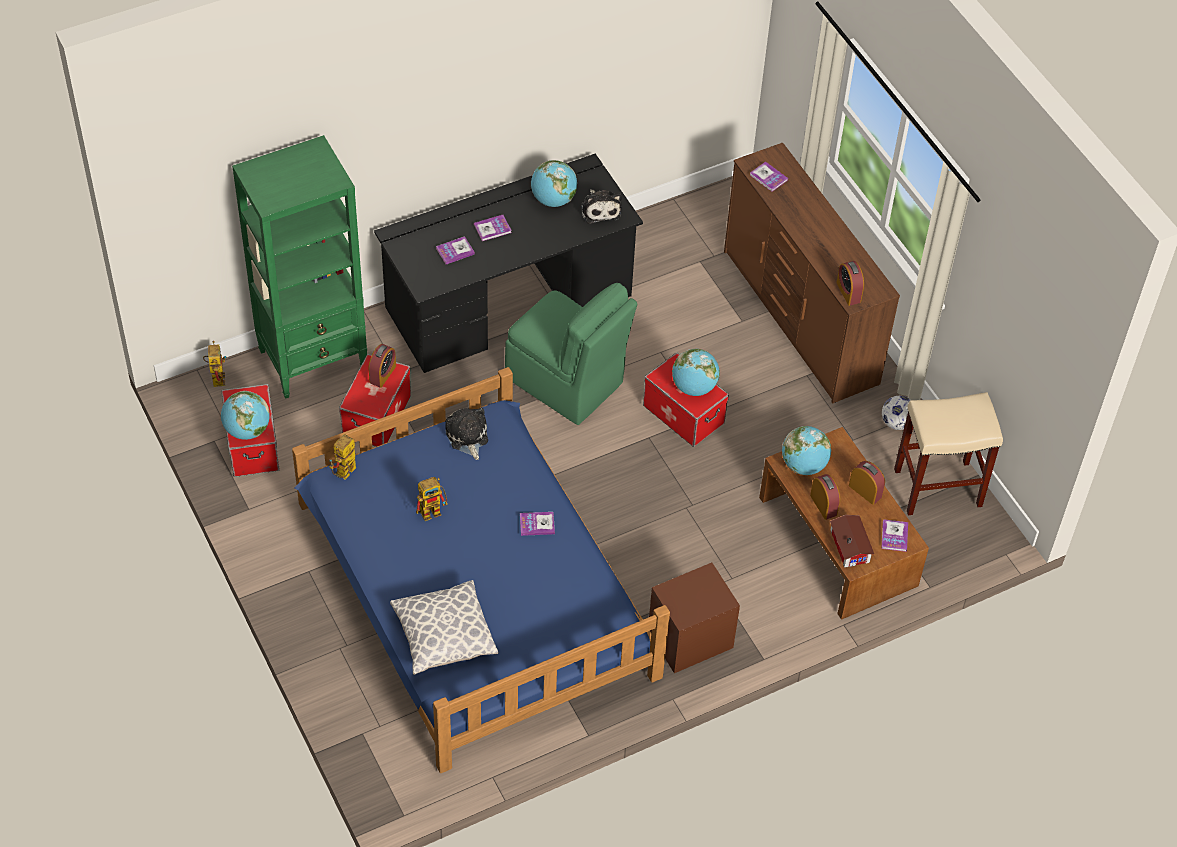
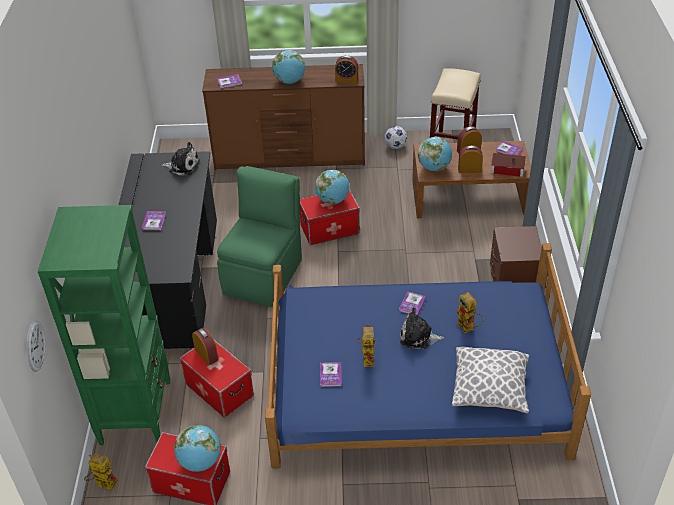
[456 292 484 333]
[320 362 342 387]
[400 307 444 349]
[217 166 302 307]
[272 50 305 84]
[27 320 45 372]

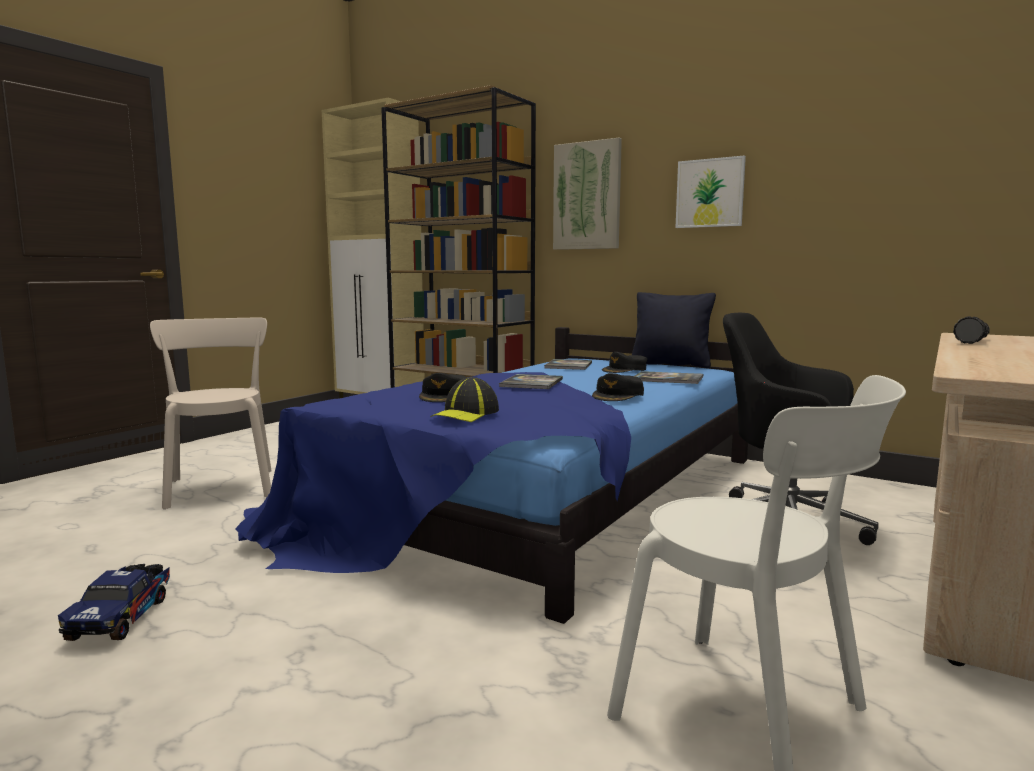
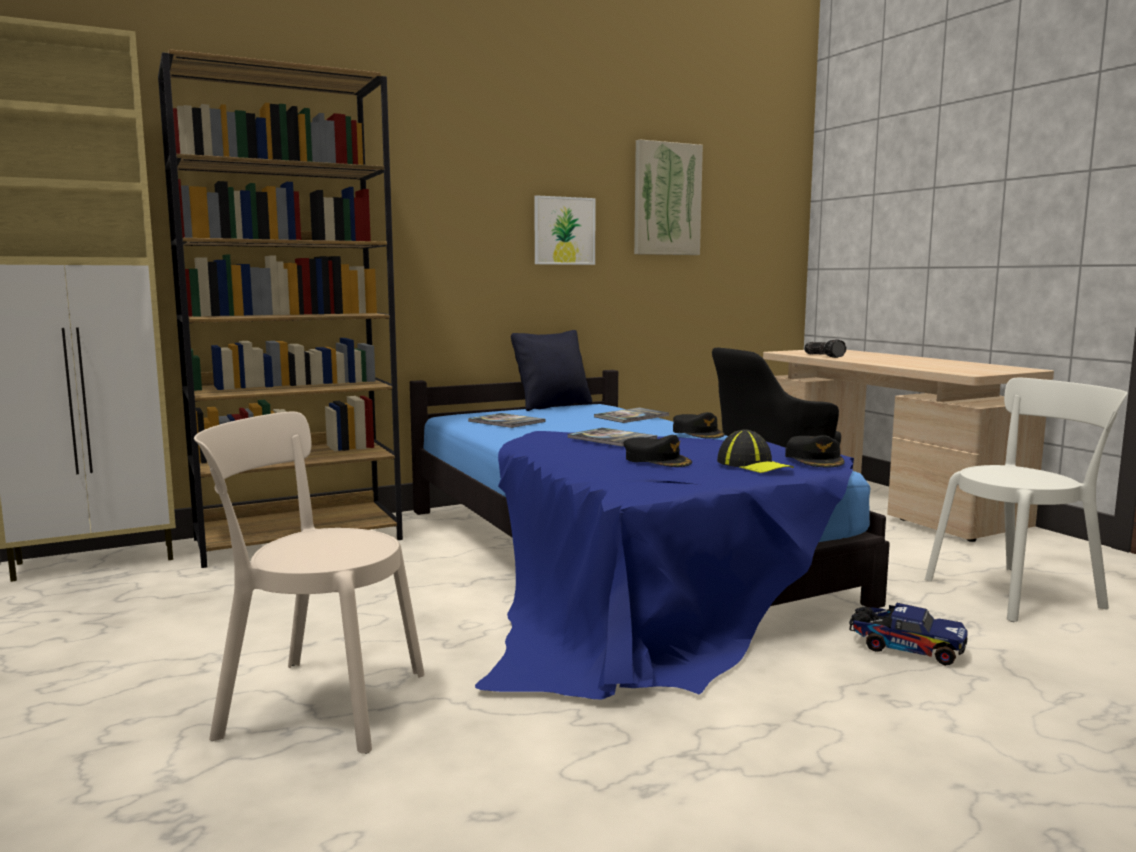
[849 603 968 666]
[634 139 703 255]
[785 435 845 467]

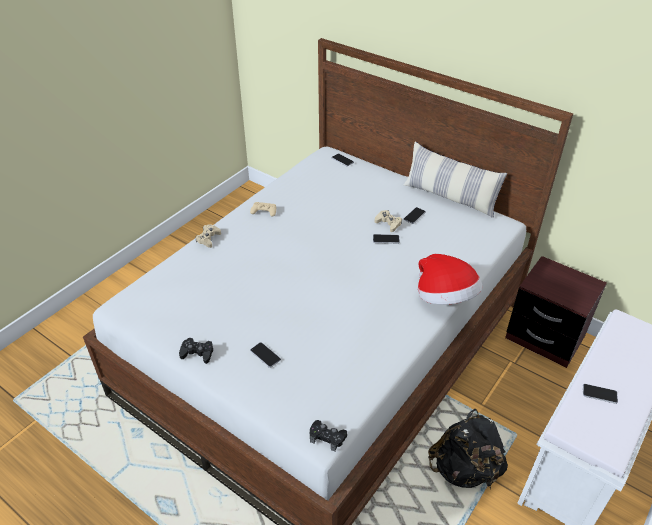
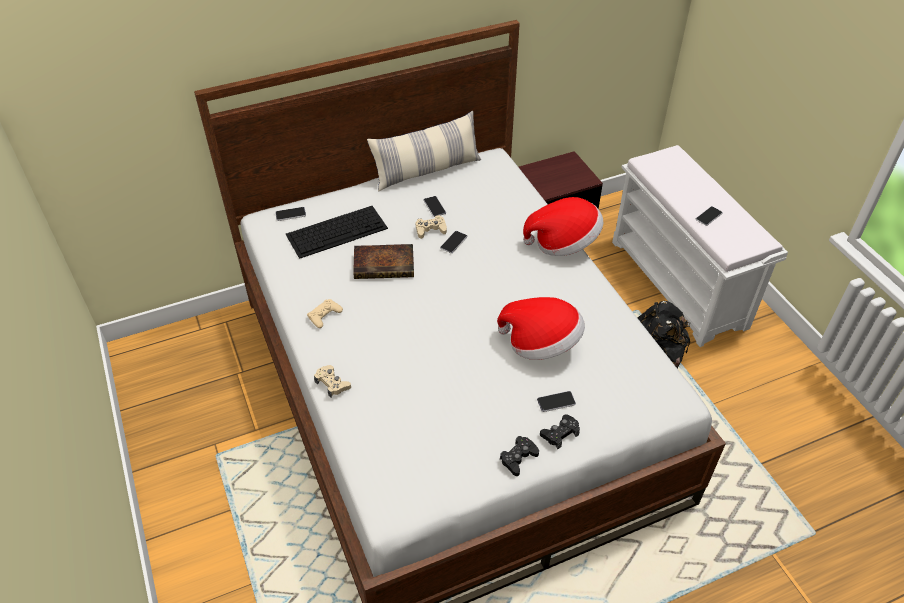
[540 414 580 449]
[286 206 388 259]
[353 244 414 279]
[497 297 585 360]

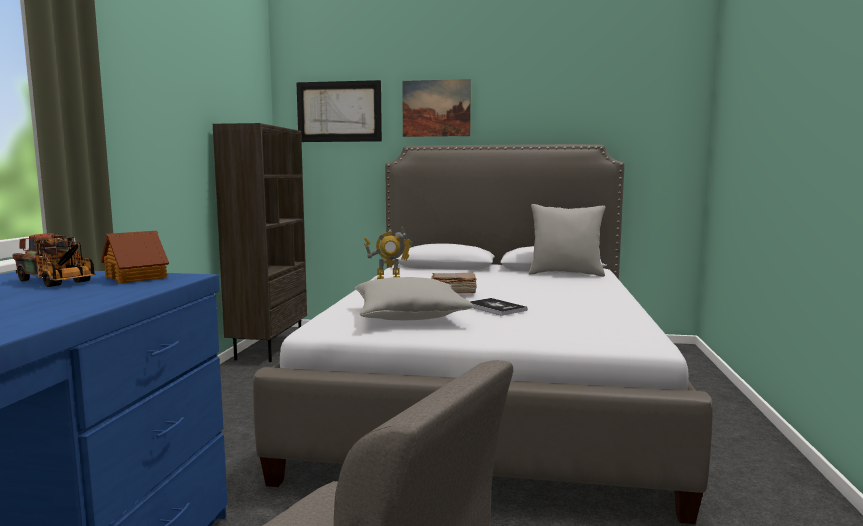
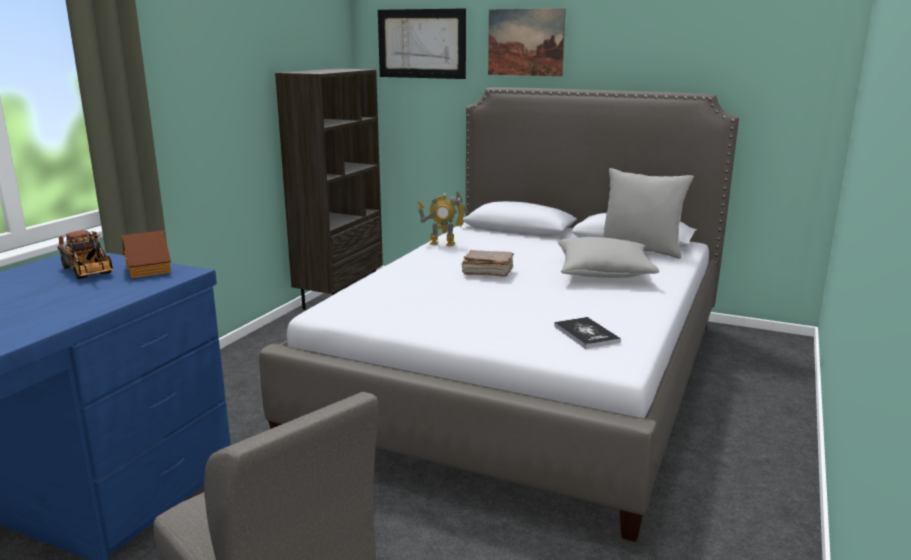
[558 237 660 278]
[554 317 621 349]

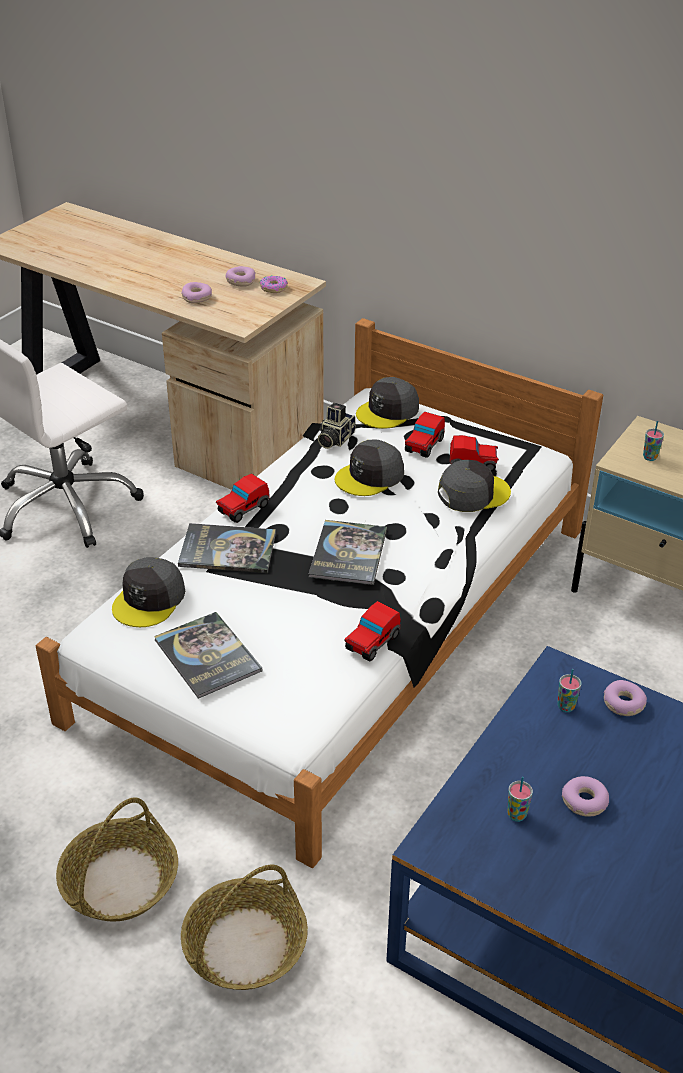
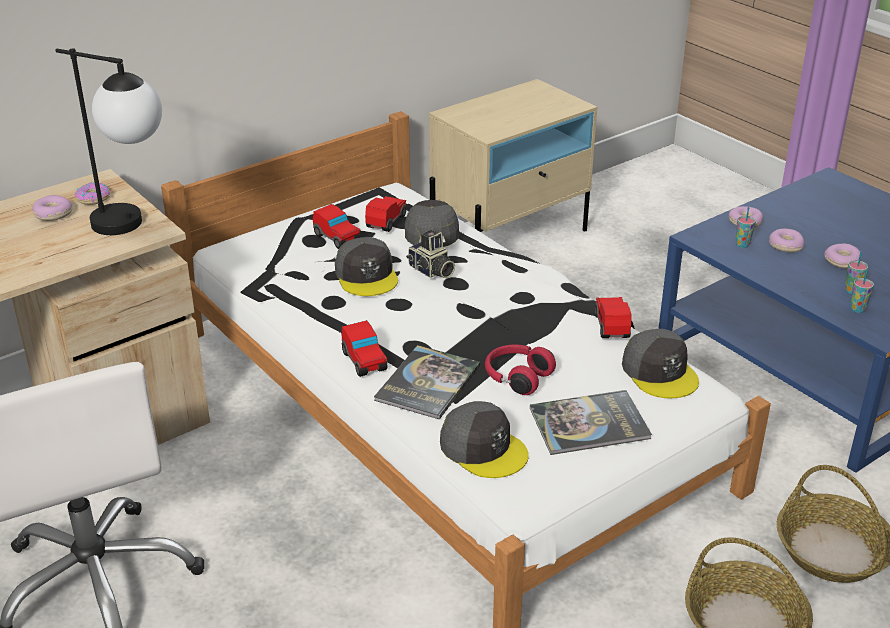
[769 229 804 252]
[309 520 387 585] (first image)
[406 230 455 278]
[595 297 632 338]
[622 329 699 398]
[850 269 874 313]
[55 48 162 235]
[485 345 556 395]

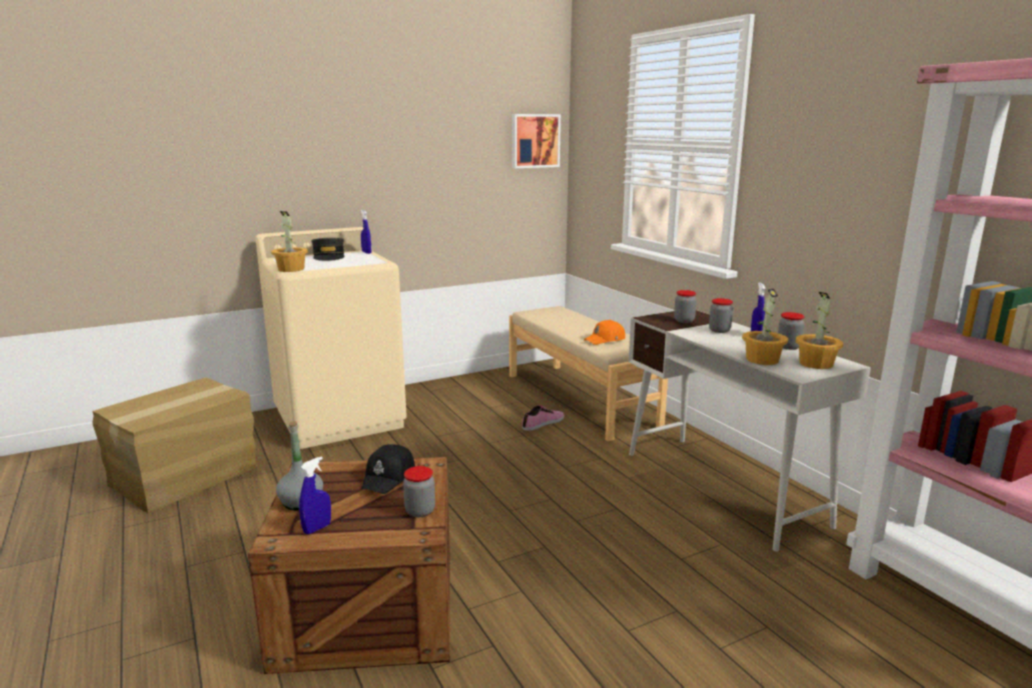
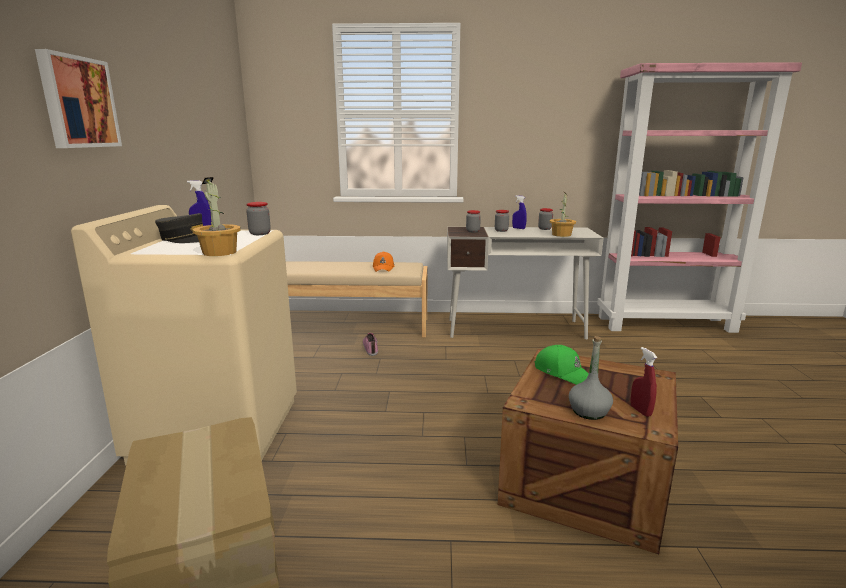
[631 347 657 417]
[535 345 589 385]
[246 202 271 235]
[35 49 122 148]
[796 292 843 369] (first image)

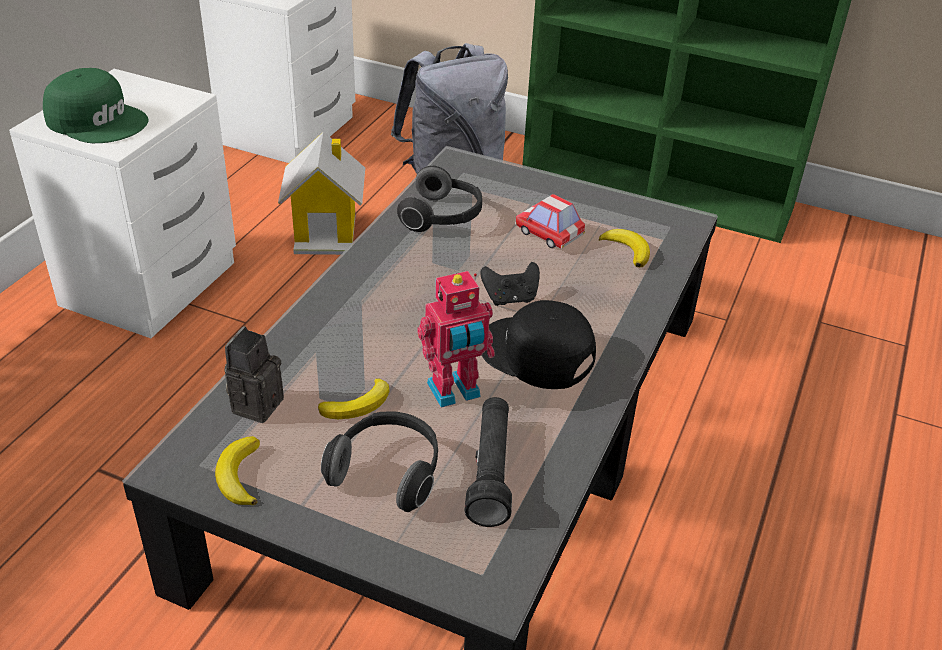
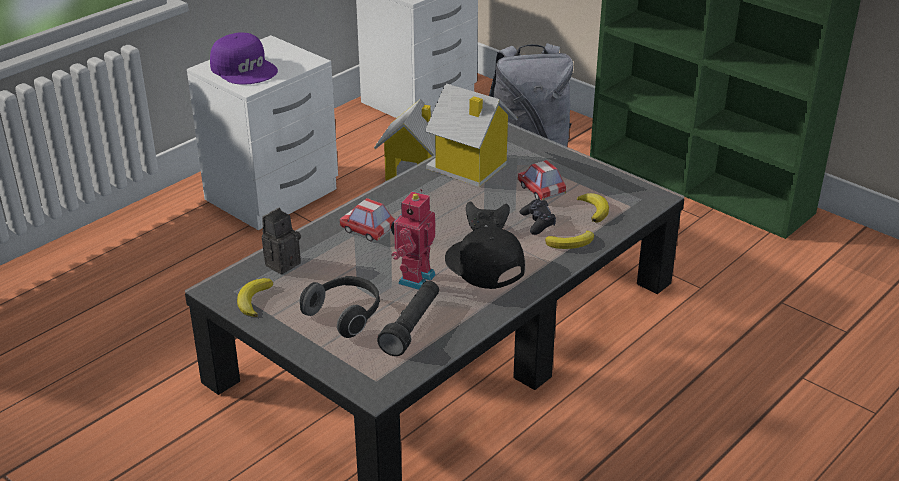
[210 33 278 85]
[545 231 594 249]
[425 83 518 187]
[391 189 436 290]
[339 198 395 242]
[520 199 556 235]

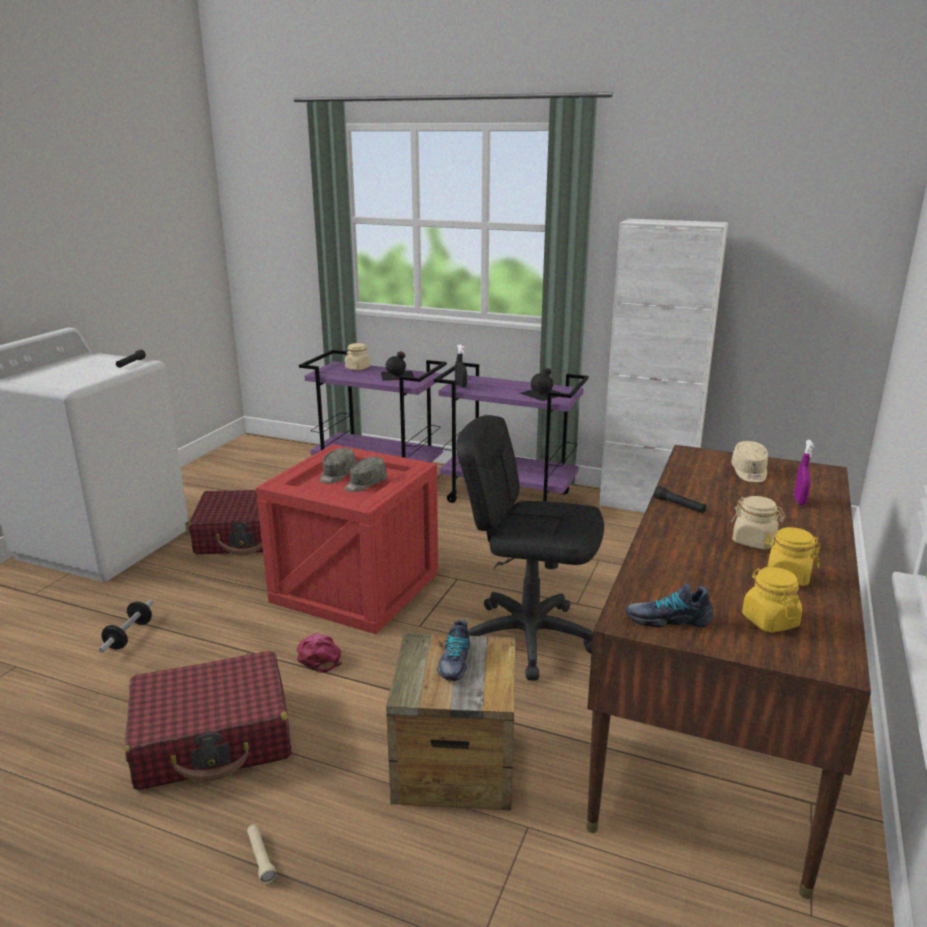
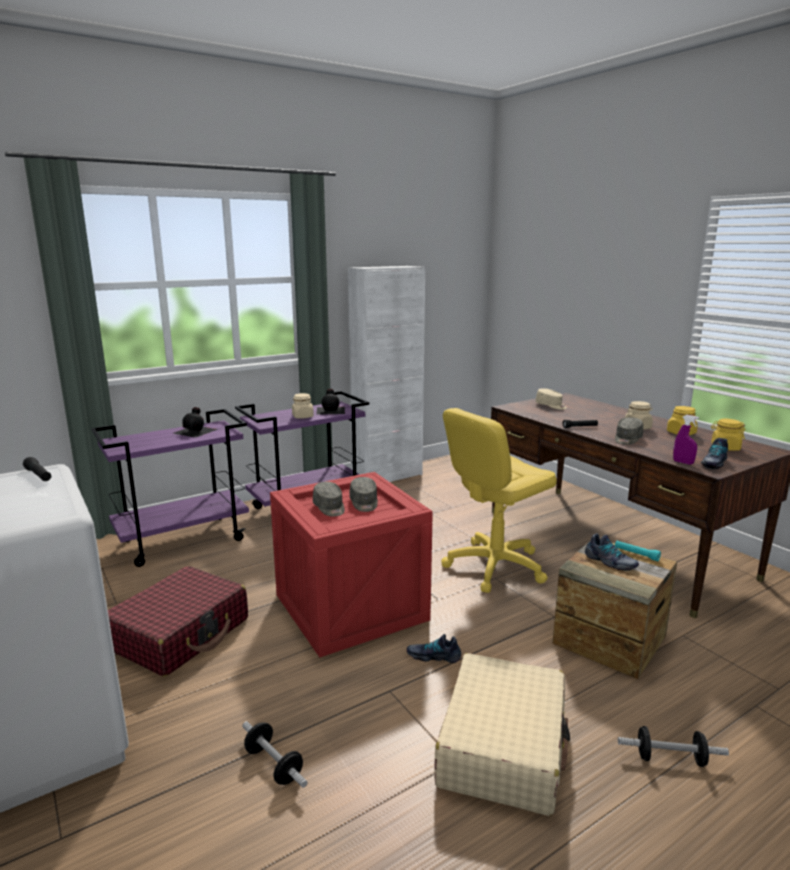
[434 653 570 816]
[618 726 729 767]
[407 634 461 663]
[292 393 314 419]
[455 344 467 388] (first image)
[441 408 557 593]
[673 415 699 464]
[615 417 643 445]
[615 541 661 561]

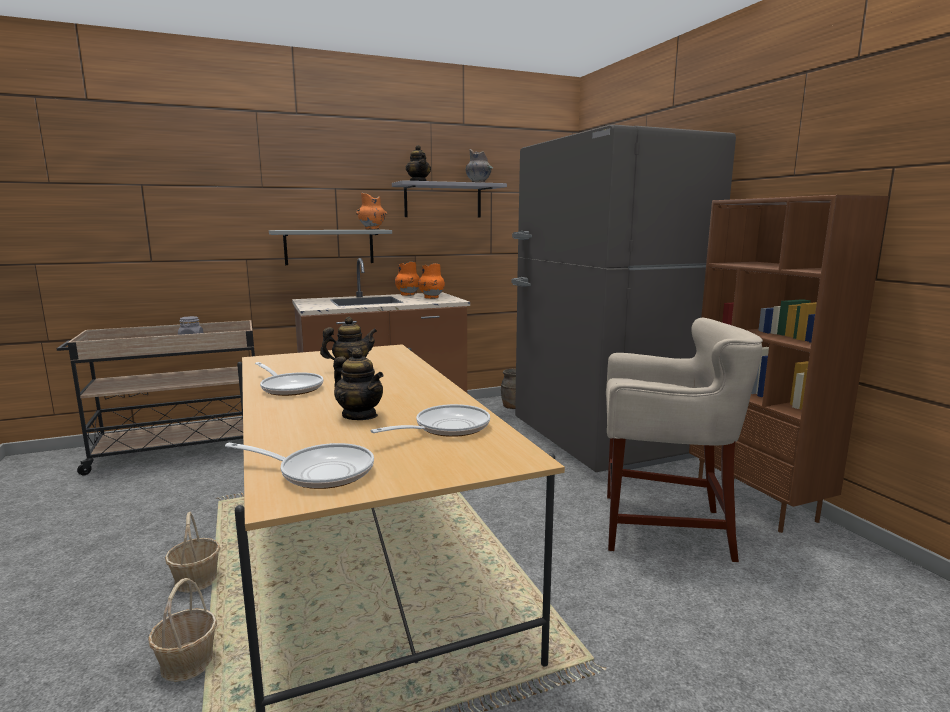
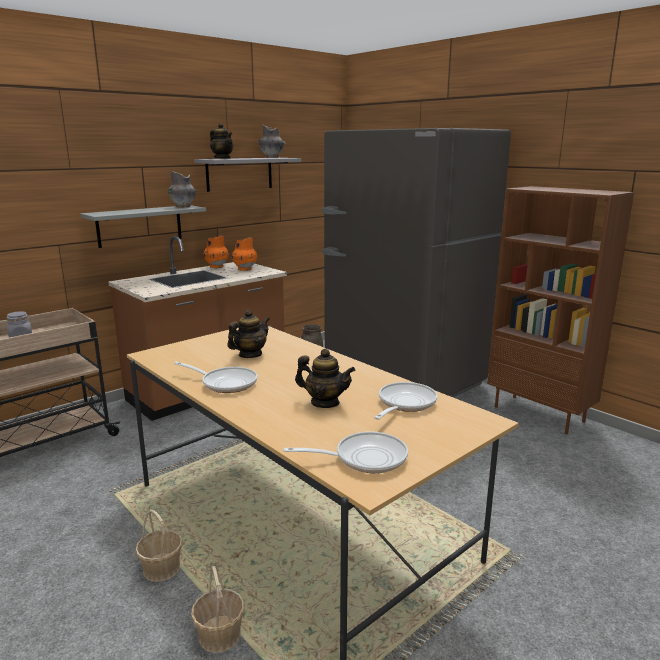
[168 172 197 208]
[606 318 763 562] (first image)

